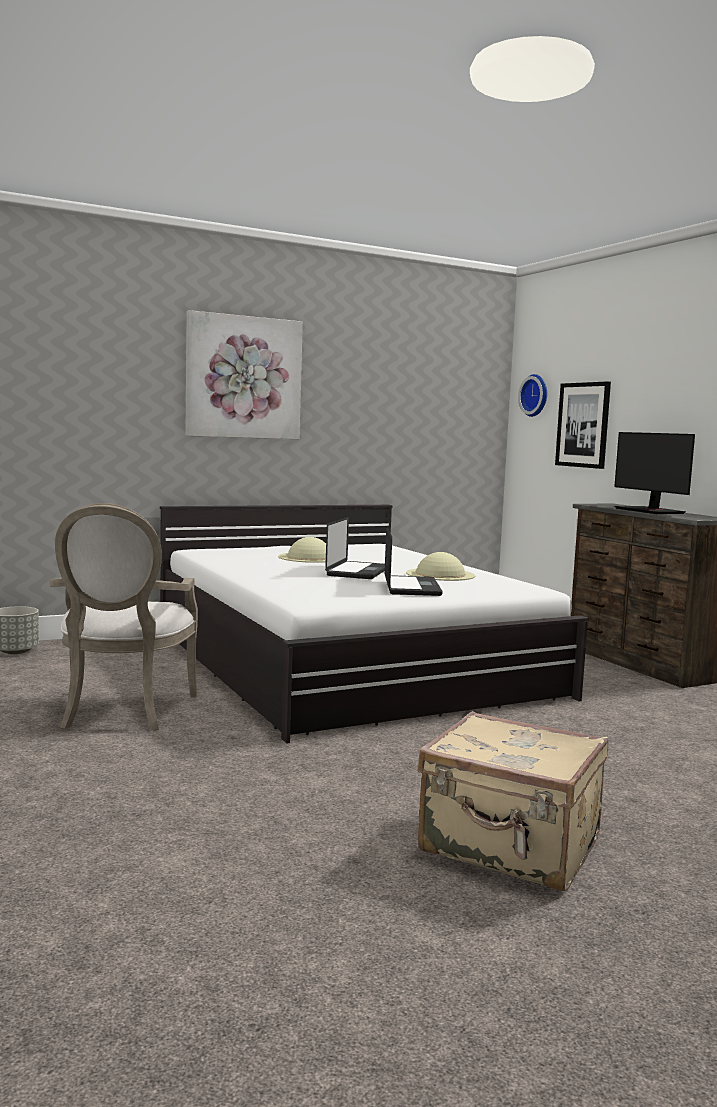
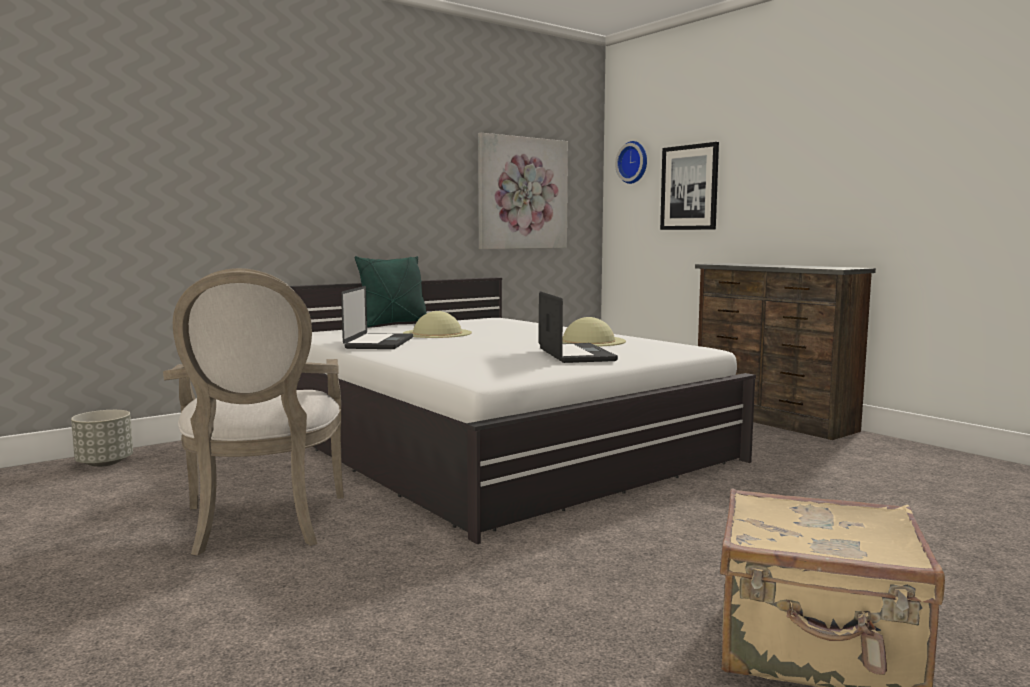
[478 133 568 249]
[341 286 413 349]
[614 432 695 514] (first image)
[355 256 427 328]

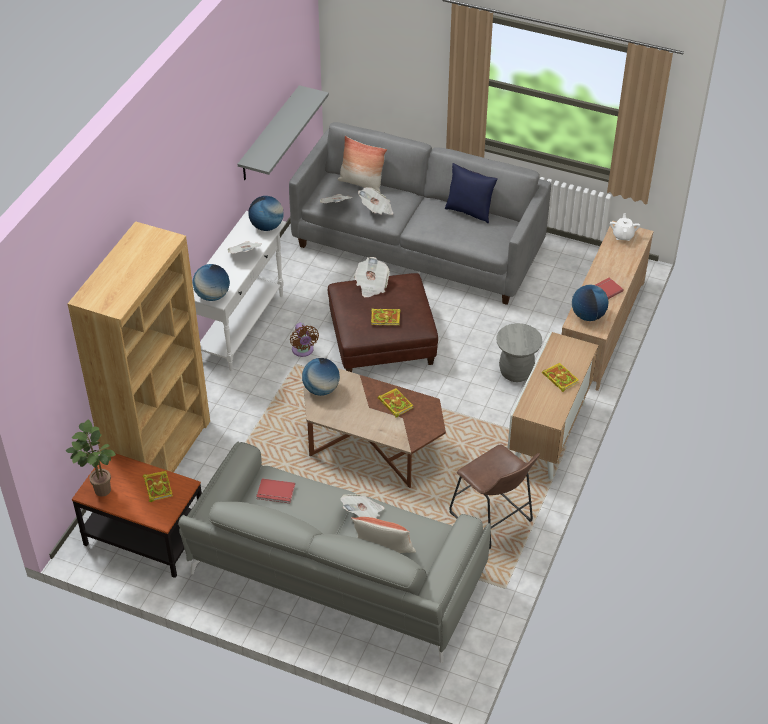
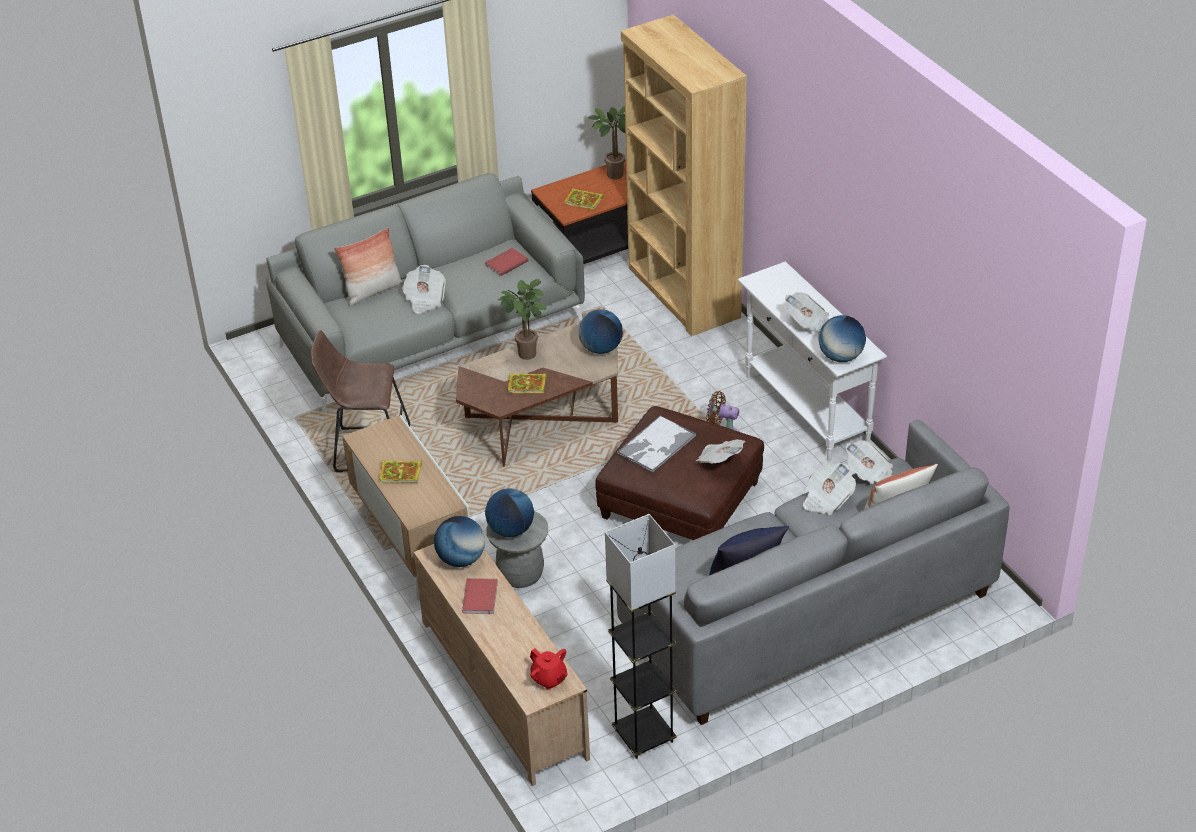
[485 488 534 537]
[238 85 329 180] (first image)
[617 415 696 473]
[530 648 568 690]
[498 279 547 360]
[605 514 676 759]

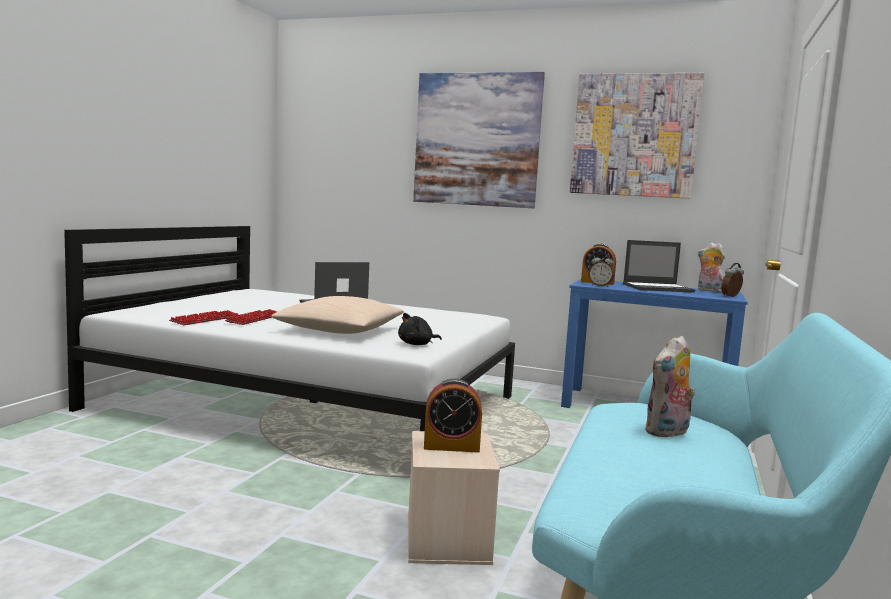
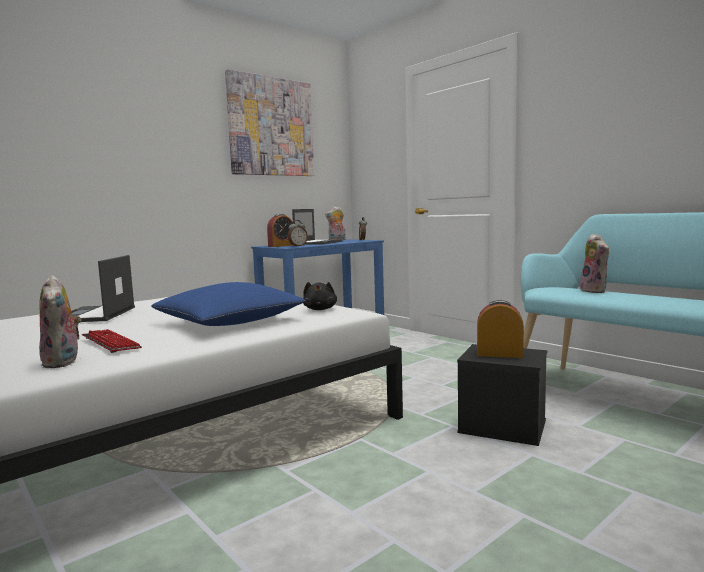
[39 275 82 368]
[151 282 306 326]
[457 344 547 446]
[413 72 545 208] (first image)
[477 300 524 358]

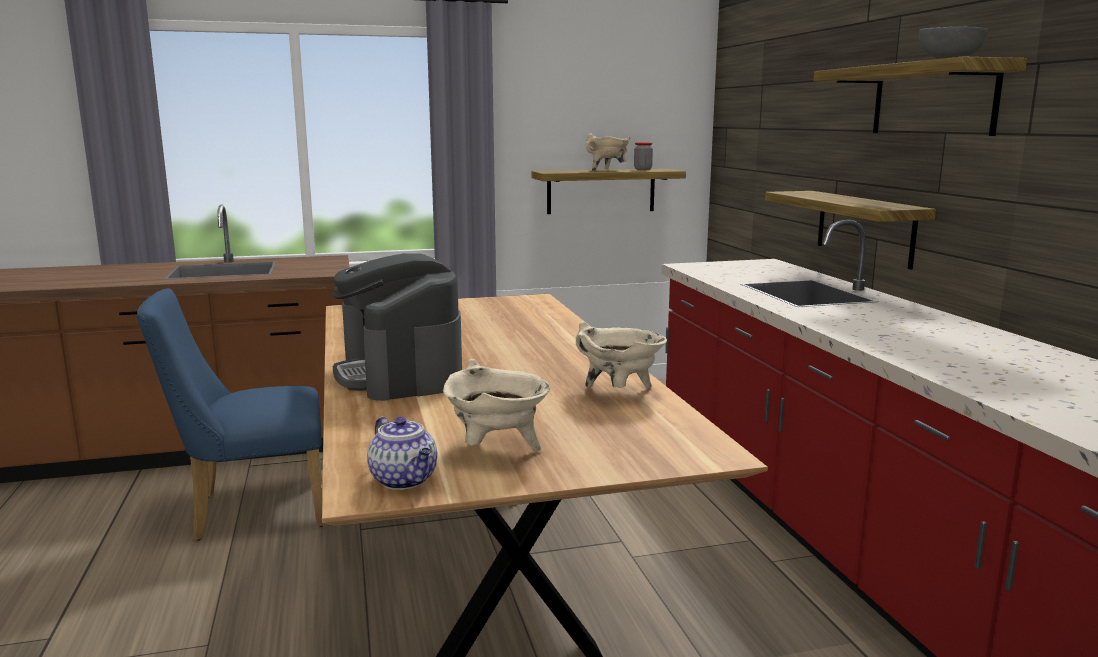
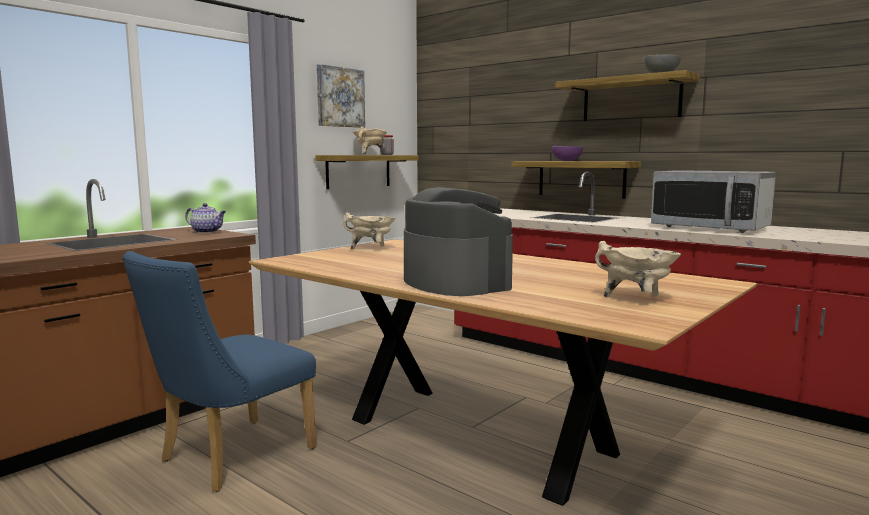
[404 187 513 296]
[185 203 226 233]
[343 212 396 249]
[317 64 365 128]
[552 146 583 161]
[651 170 776 233]

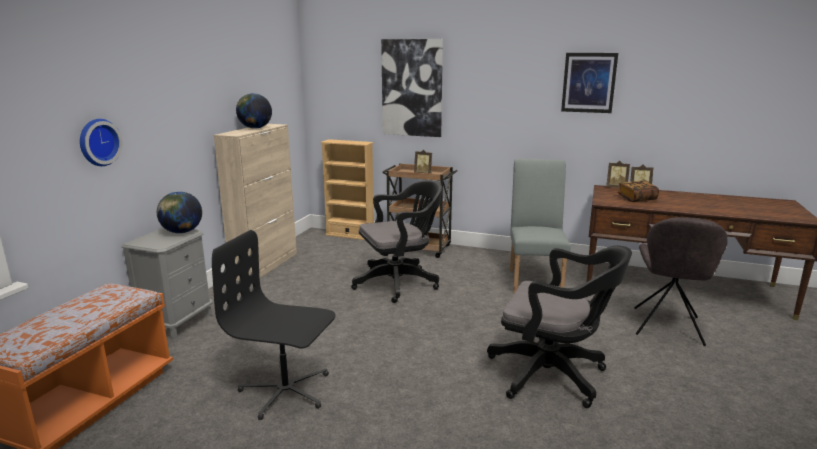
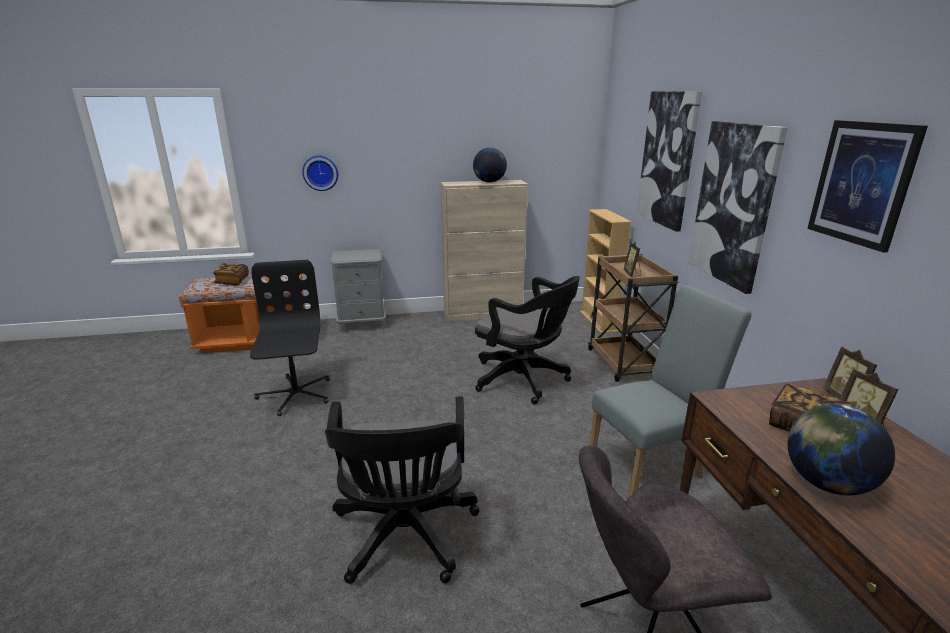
[787 404 895 495]
[213 263 249 285]
[688 121 788 294]

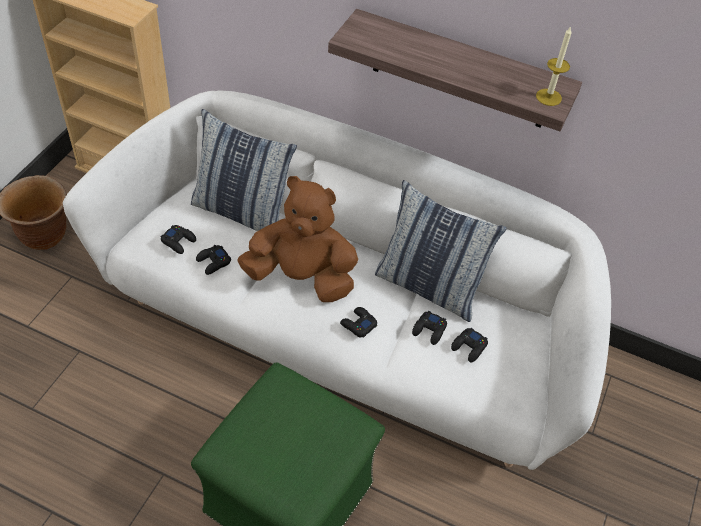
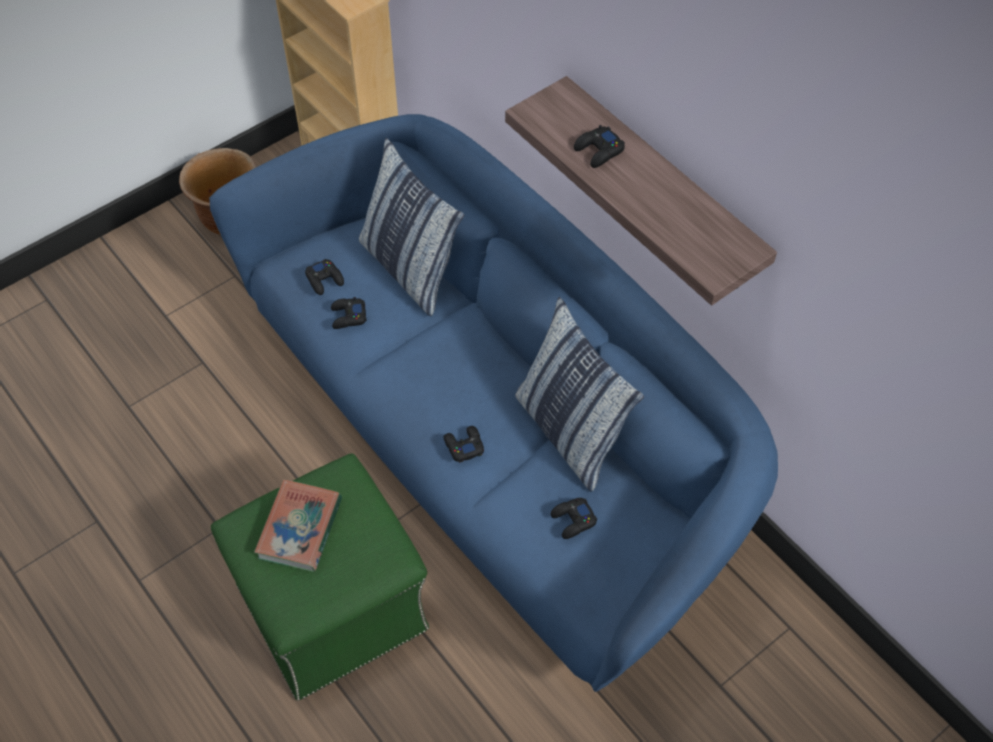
[209 114 778 692]
[237 176 358 302] (first image)
[574 125 625 168]
[536 26 572 106] (first image)
[254 479 342 572]

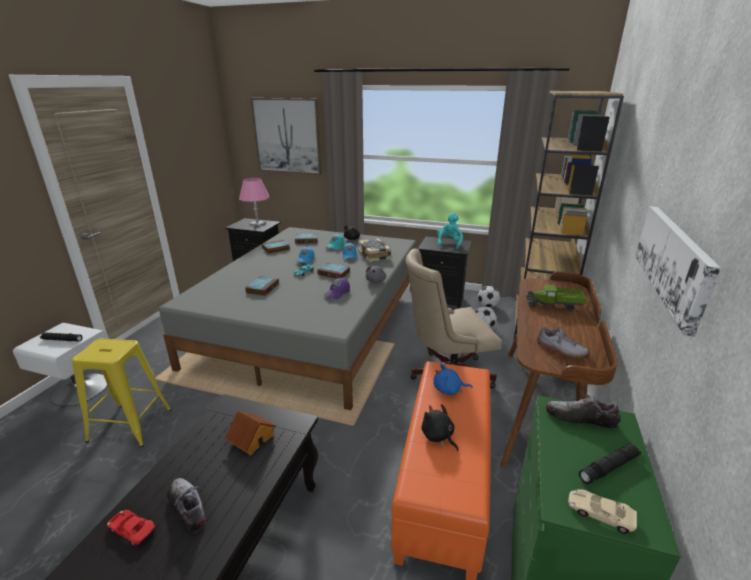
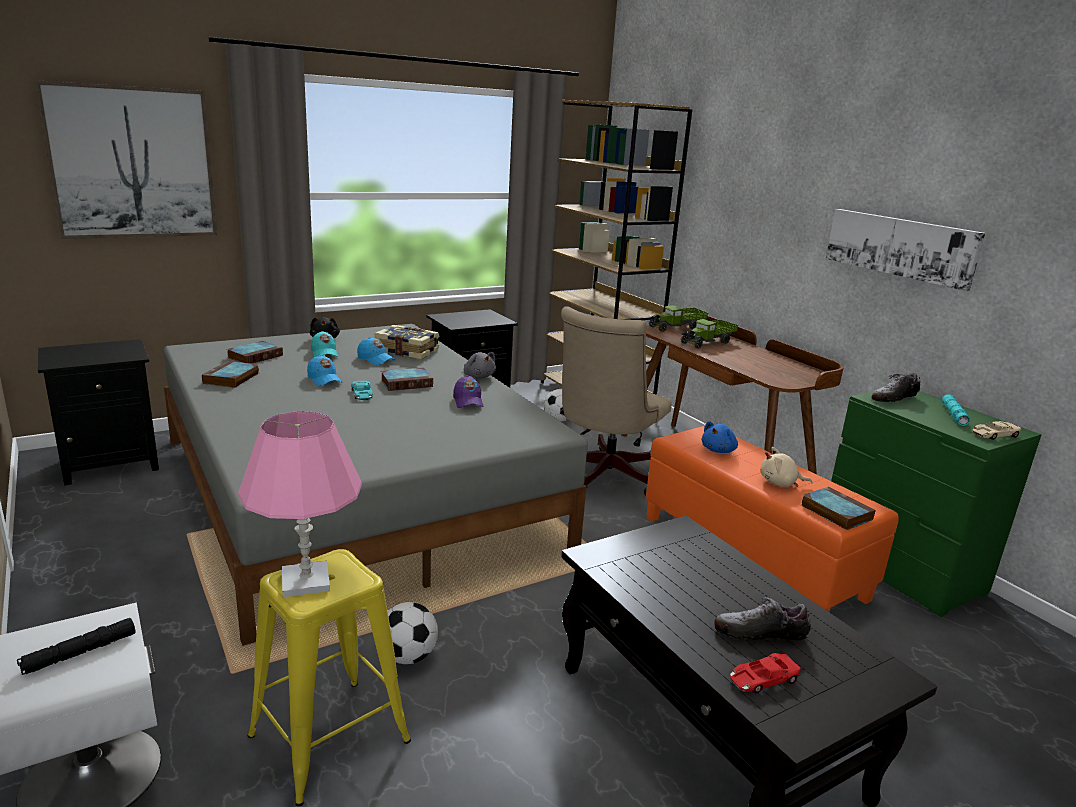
[225 411 276 455] (first image)
[238 411 362 597]
[801 486 876 530]
[761 447 813 487]
[437 213 463 249] (first image)
[388 602 438 664]
[537 327 590 359] (first image)
[941 394 970 426]
[648 305 708 332]

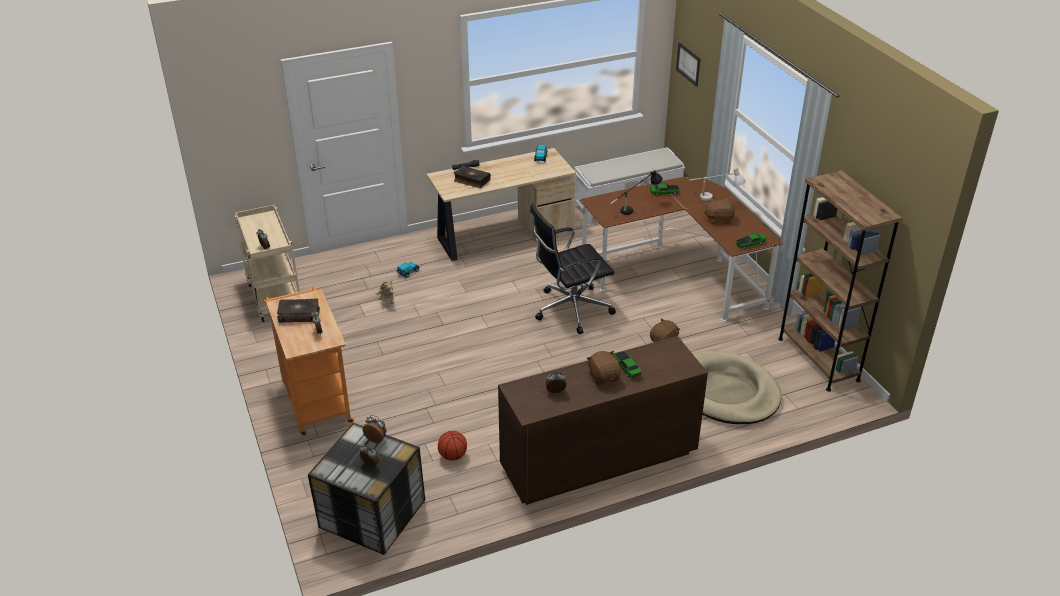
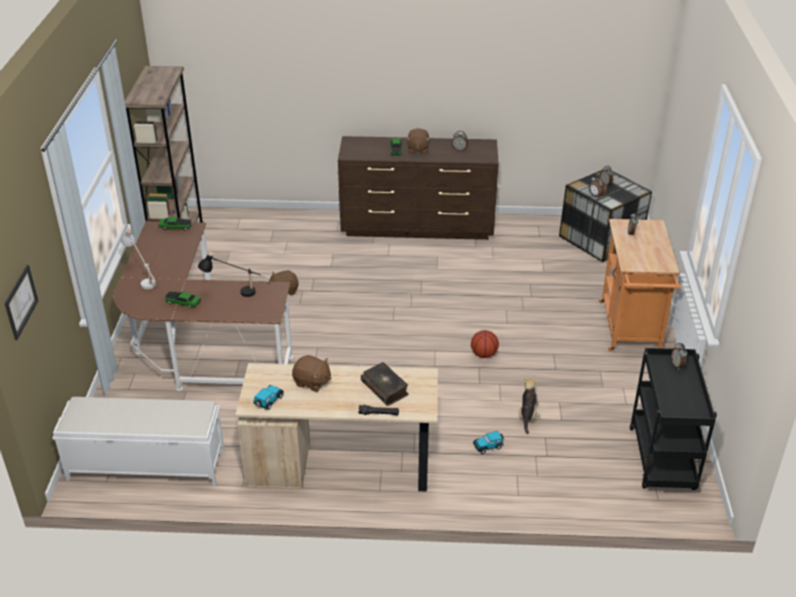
[630 348 717 490]
[277 298 320 323] (first image)
[471 330 499 358]
[530 203 616 334] (first image)
[693 351 782 424] (first image)
[292 355 332 392]

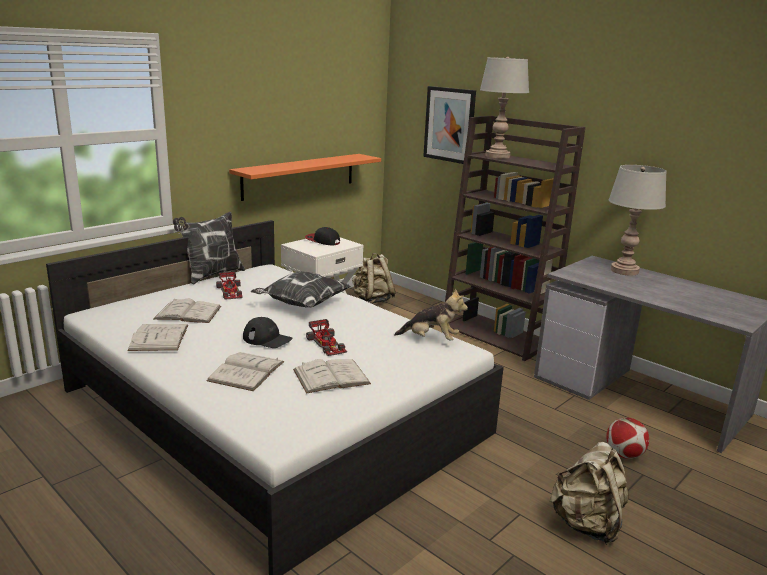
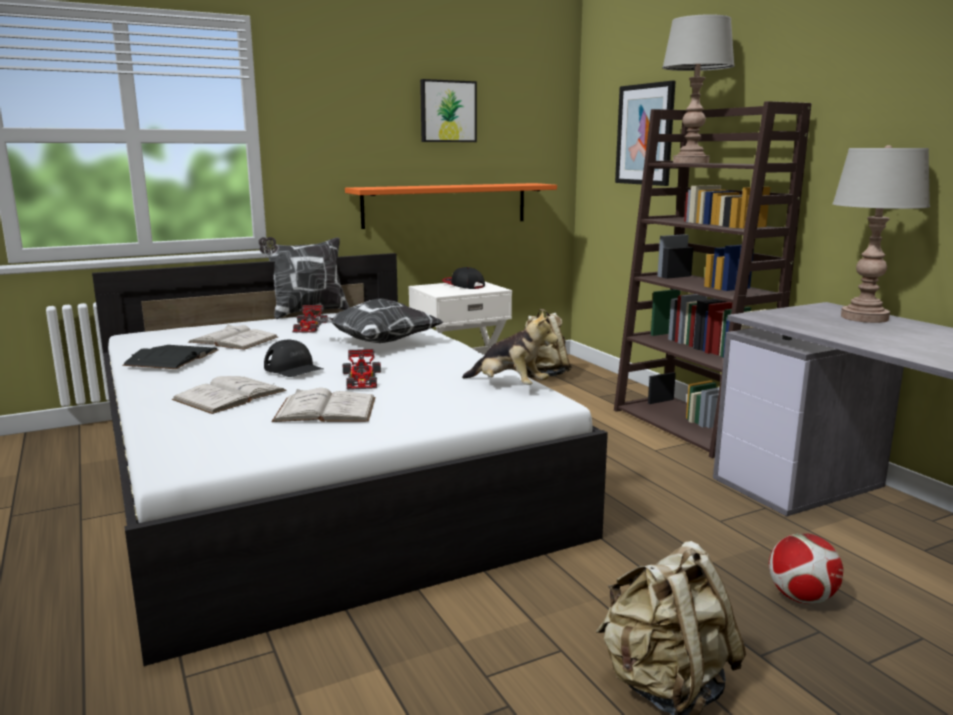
[122 345 218 369]
[420 79 477 142]

